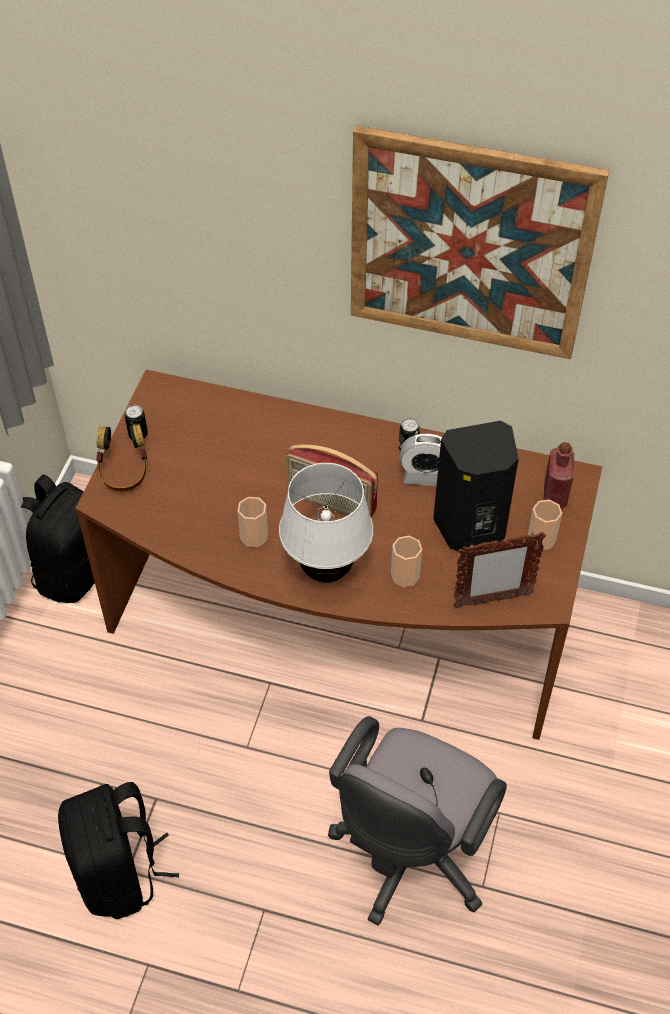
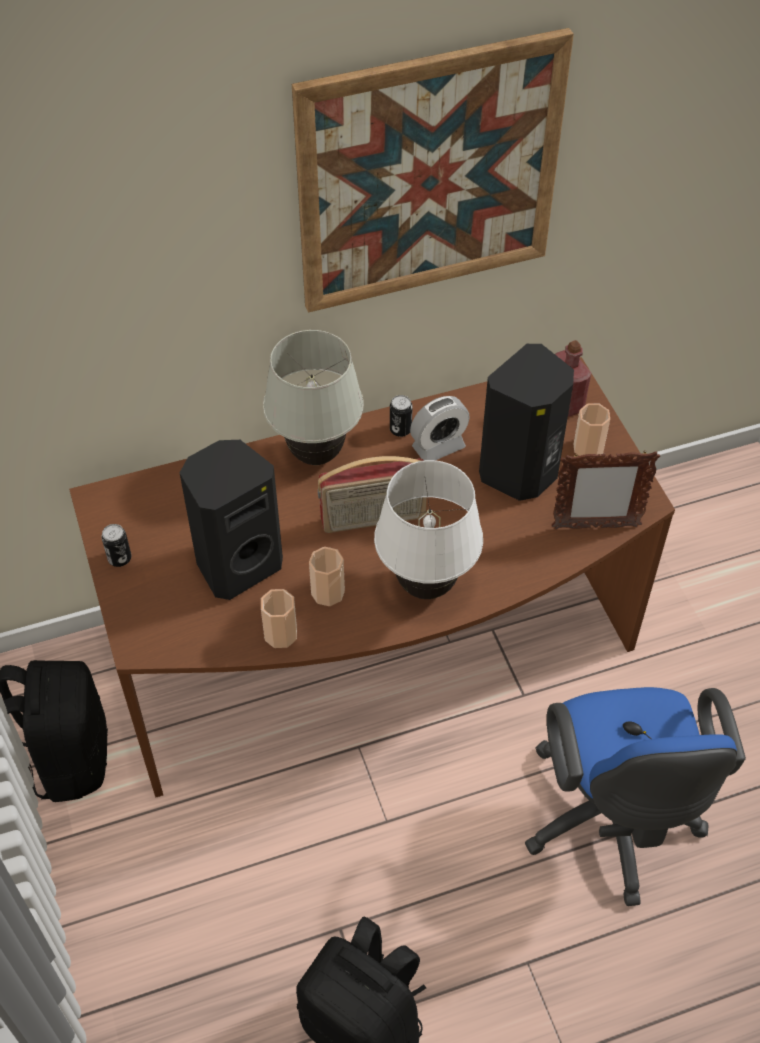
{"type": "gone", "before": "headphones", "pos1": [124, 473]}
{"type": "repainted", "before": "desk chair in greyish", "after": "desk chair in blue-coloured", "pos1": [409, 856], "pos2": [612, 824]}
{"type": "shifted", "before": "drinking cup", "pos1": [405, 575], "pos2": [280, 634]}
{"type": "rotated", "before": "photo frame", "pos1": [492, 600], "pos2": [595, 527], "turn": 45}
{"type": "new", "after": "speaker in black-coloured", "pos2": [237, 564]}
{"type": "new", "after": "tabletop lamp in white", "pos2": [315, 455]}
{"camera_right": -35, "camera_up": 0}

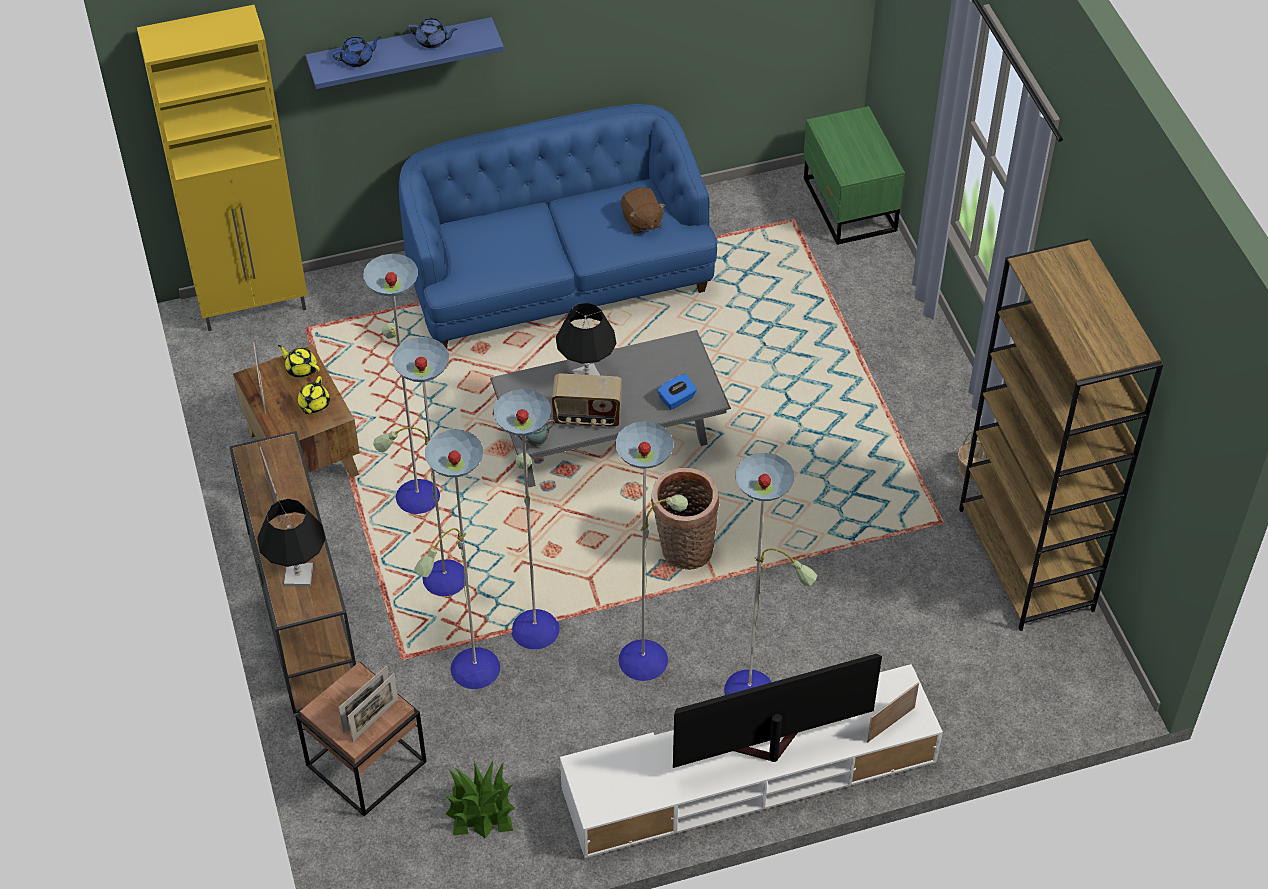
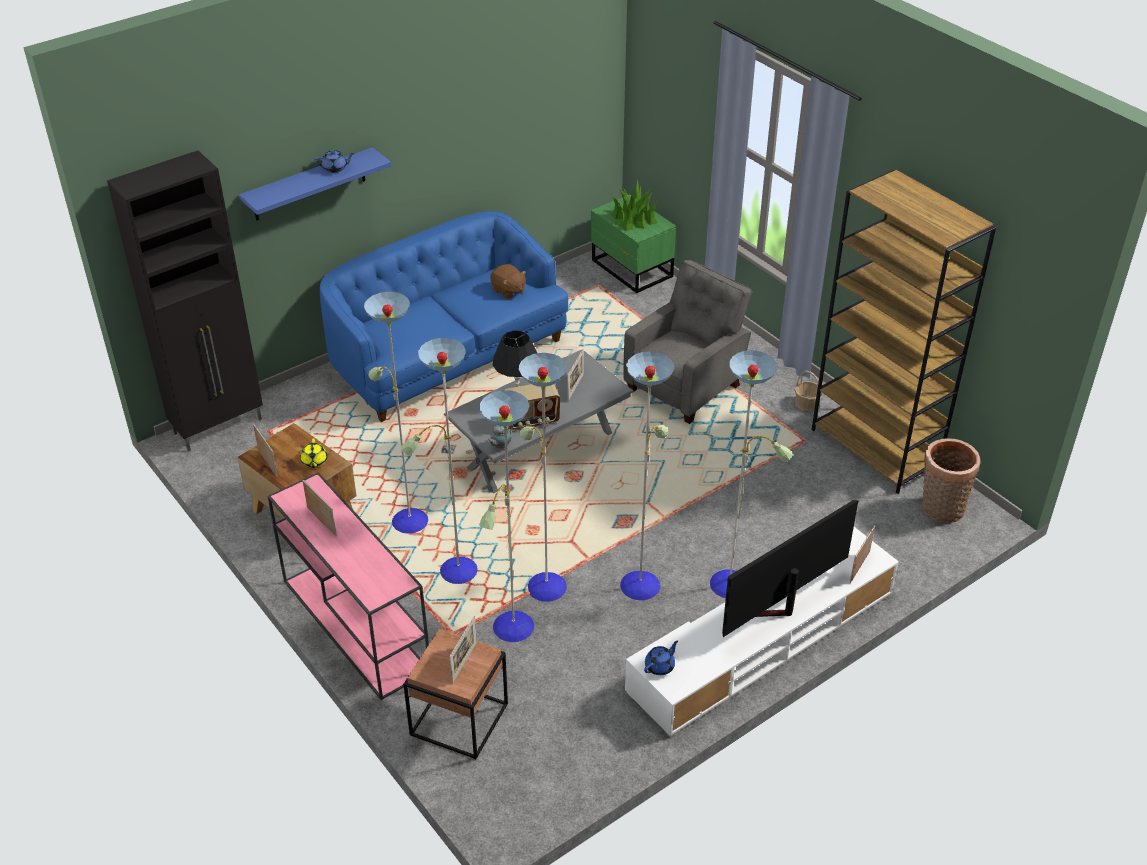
{"type": "repainted", "before": "cupboard in yellow-coloured", "after": "cupboard in black-coloured", "pos1": [255, 306], "pos2": [219, 426]}
{"type": "repainted", "before": "narrow table in brown-coloured", "after": "narrow table in pink-coloured", "pos1": [302, 611], "pos2": [354, 624]}
{"type": "gone", "before": "tabletop lamp in black-coloured", "pos1": [298, 575]}
{"type": "gone", "before": "pot for tea in yellow-coloured", "pos1": [301, 368]}
{"type": "shifted", "before": "pot for tea in blue-coloured", "pos1": [357, 59], "pos2": [660, 666]}
{"type": "shifted", "before": "photo frame", "pos1": [375, 720], "pos2": [575, 387]}
{"type": "shifted", "before": "houseplant", "pos1": [481, 809], "pos2": [633, 219]}
{"type": "shifted", "before": "basket", "pos1": [683, 549], "pos2": [940, 510]}
{"type": "gone", "before": "box of tissues in blue-coloured", "pos1": [677, 399]}
{"type": "new", "after": "armchair in greyish", "pos2": [686, 386]}
{"camera_right": -20, "camera_up": -10}

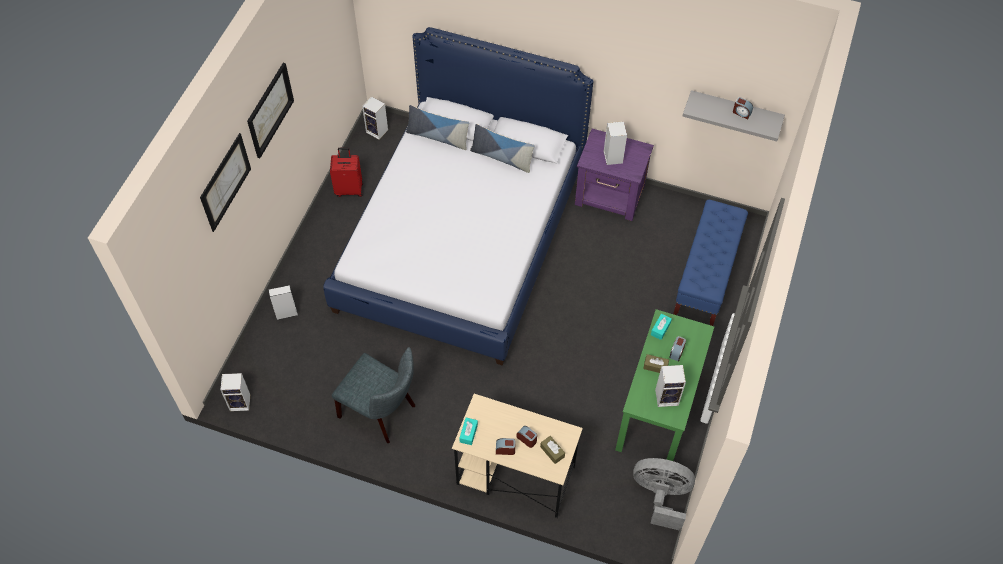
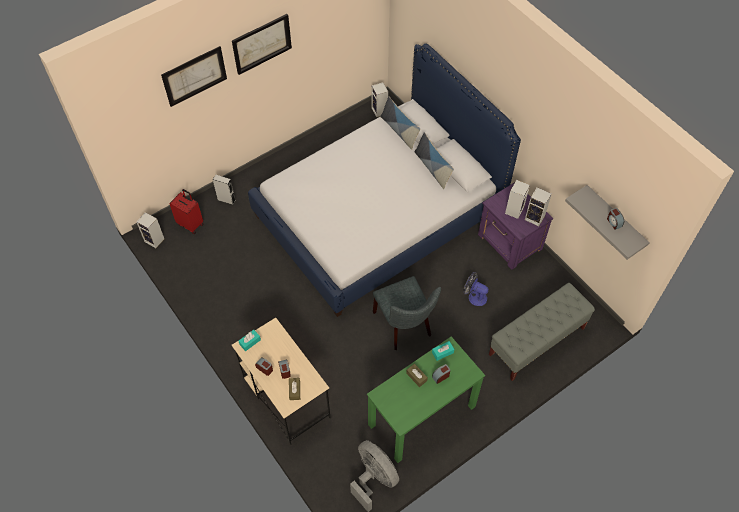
{"type": "shifted", "before": "piece of luggage in reddish", "pos1": [349, 189], "pos2": [191, 224]}
{"type": "shifted", "before": "chair in greyish", "pos1": [381, 412], "pos2": [404, 326]}
{"type": "shifted", "before": "speaker", "pos1": [667, 397], "pos2": [535, 218]}
{"type": "repainted", "before": "indoor bench in blue-coloured", "after": "indoor bench in greyish", "pos1": [706, 276], "pos2": [536, 342]}
{"type": "new", "after": "cooling fan", "pos2": [474, 296]}
{"camera_right": 35, "camera_up": 0}

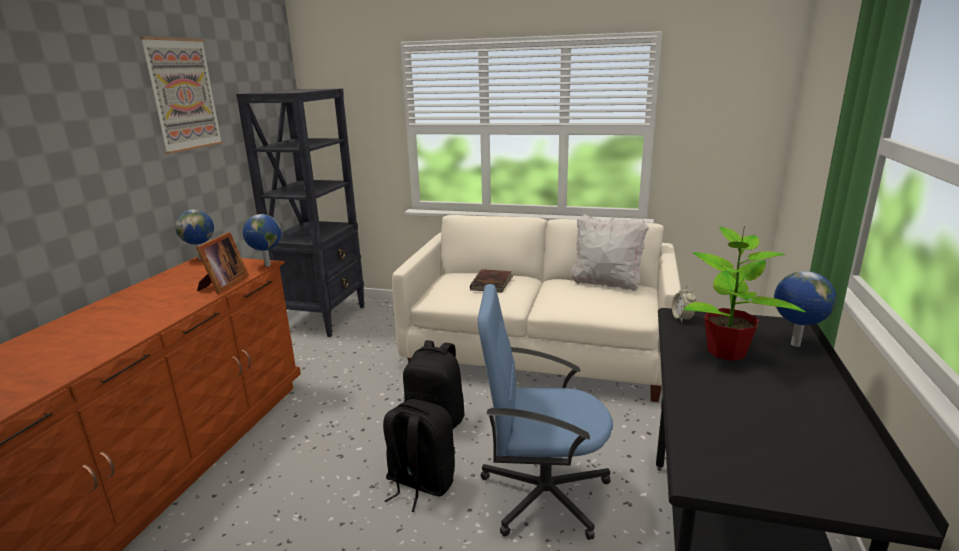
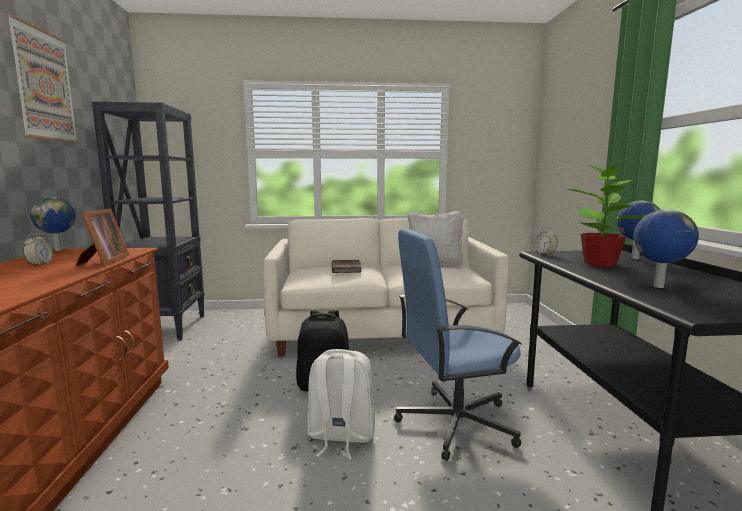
{"type": "shifted", "before": "globe", "pos1": [267, 265], "pos2": [658, 287]}
{"type": "repainted", "before": "backpack in black-coloured", "after": "backpack in white", "pos1": [419, 484], "pos2": [340, 436]}
{"type": "new", "after": "bedside clock", "pos2": [40, 264]}
{"camera_right": -20, "camera_up": -10}

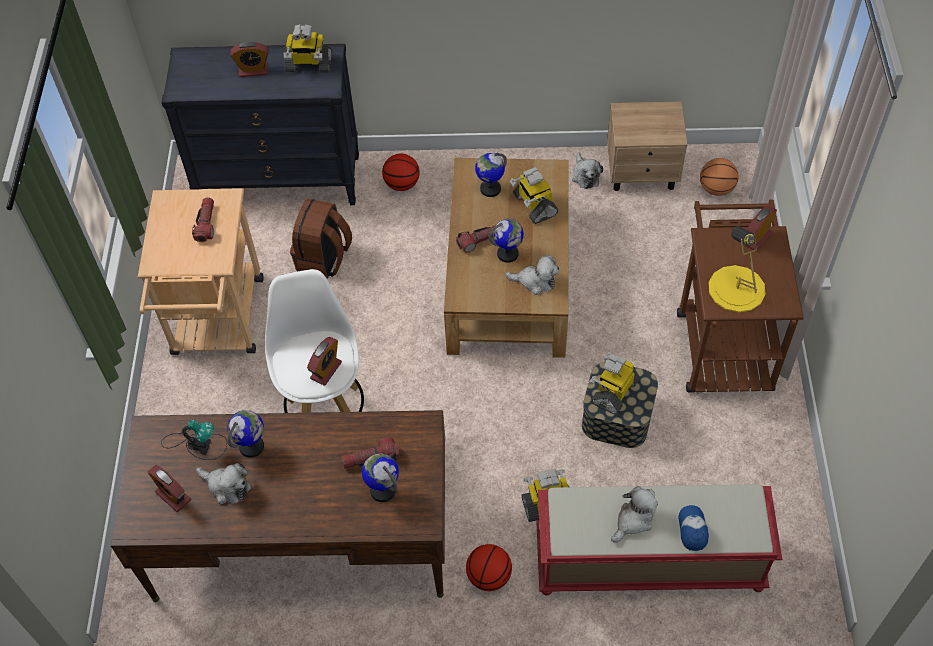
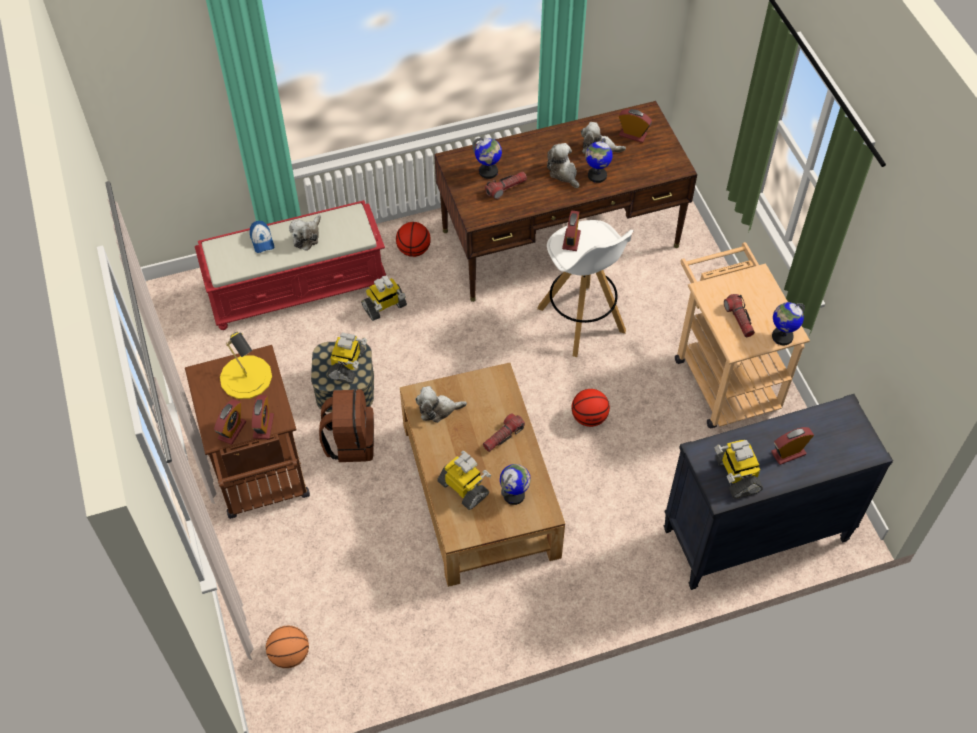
{"type": "gone", "before": "tabletop lamp", "pos1": [197, 443]}
{"type": "rotated", "before": "robot figure", "pos1": [308, 65], "pos2": [736, 475], "turn": -90}
{"type": "shifted", "before": "backpack in brown-coloured", "pos1": [324, 259], "pos2": [350, 442]}
{"type": "shifted", "before": "basketball", "pos1": [402, 184], "pos2": [589, 417]}
{"type": "shifted", "before": "globe", "pos1": [508, 254], "pos2": [782, 336]}
{"type": "shifted", "before": "cuddly toy", "pos1": [585, 176], "pos2": [563, 173]}
{"type": "gone", "before": "nightstand in beige", "pos1": [643, 172]}
{"type": "new", "after": "bedside clock", "pos2": [263, 426]}
{"camera_right": 160, "camera_up": 0}

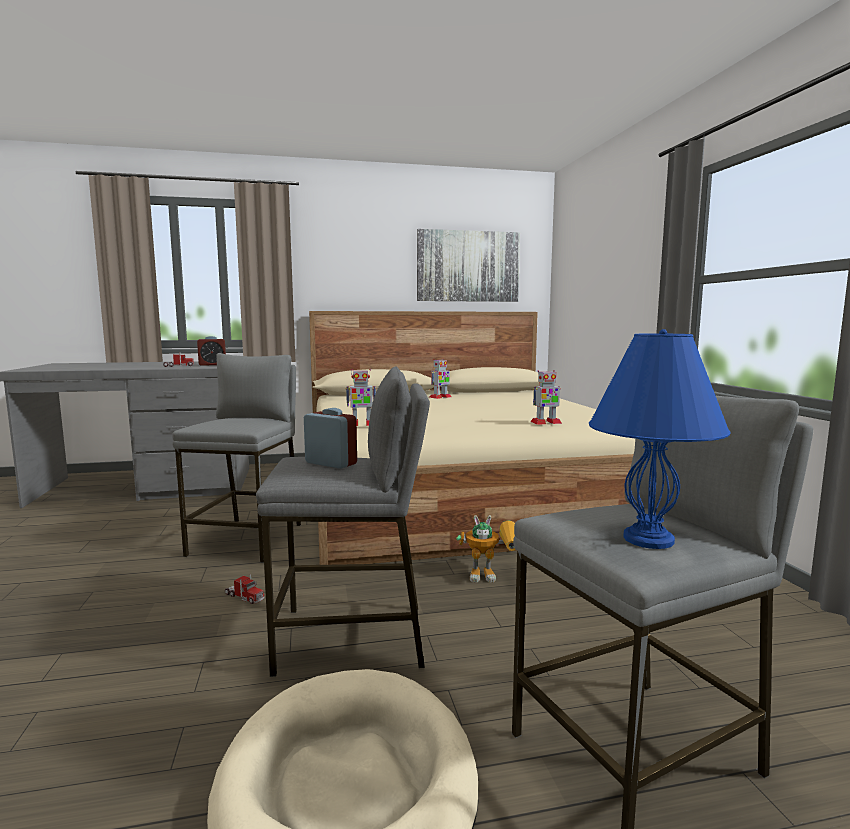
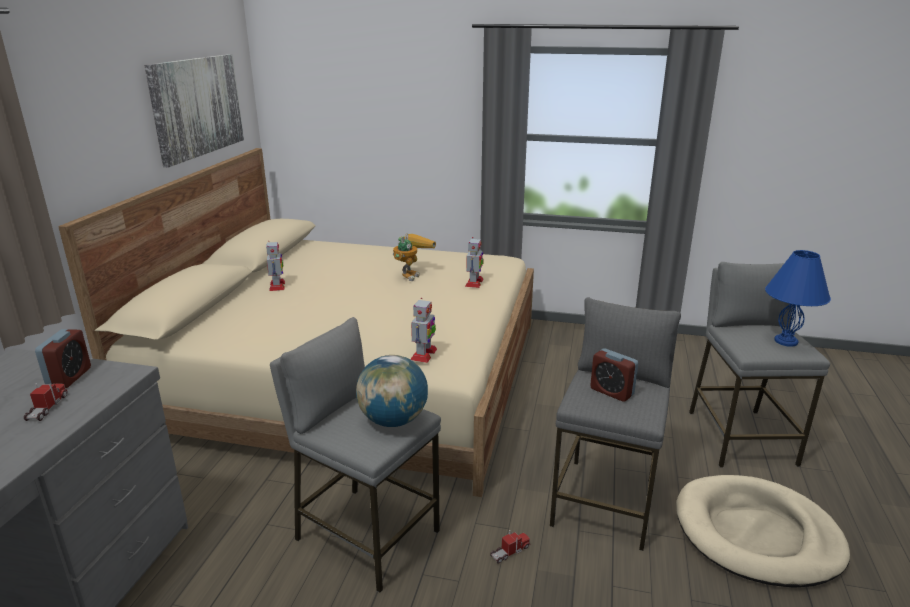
{"type": "rotated", "before": "bedside clock", "pos1": [331, 463], "pos2": [611, 392], "turn": -105}
{"type": "shifted", "before": "robot figure", "pos1": [492, 576], "pos2": [411, 274]}
{"type": "new", "after": "globe", "pos2": [393, 420]}
{"camera_right": -65, "camera_up": 15}

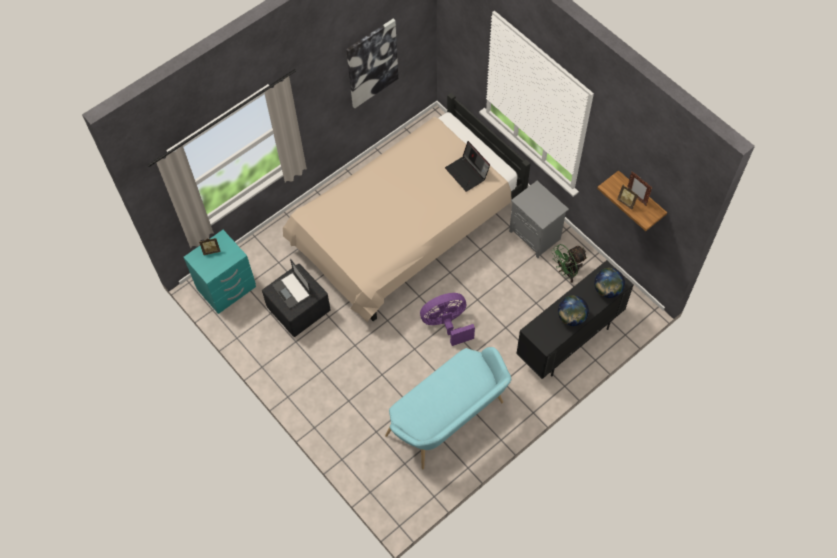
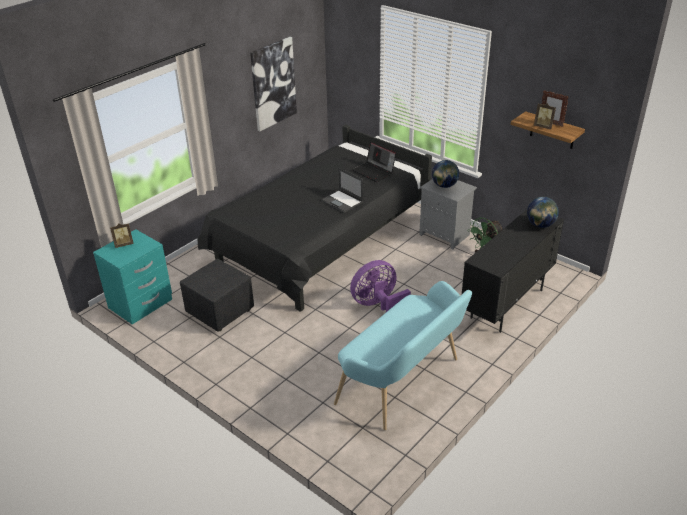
{"type": "shifted", "before": "portable computer", "pos1": [292, 290], "pos2": [342, 201]}
{"type": "repainted", "before": "sleeping bed in beige", "after": "sleeping bed in black-coloured", "pos1": [407, 229], "pos2": [320, 243]}
{"type": "shifted", "before": "globe", "pos1": [571, 317], "pos2": [444, 186]}
{"camera_right": -10, "camera_up": -25}

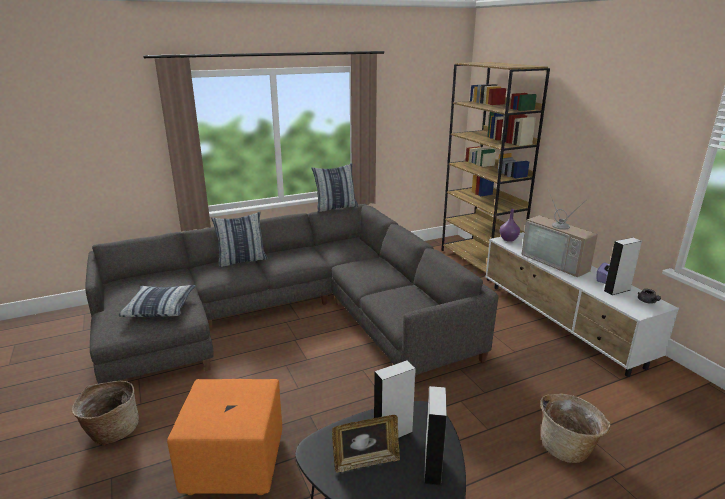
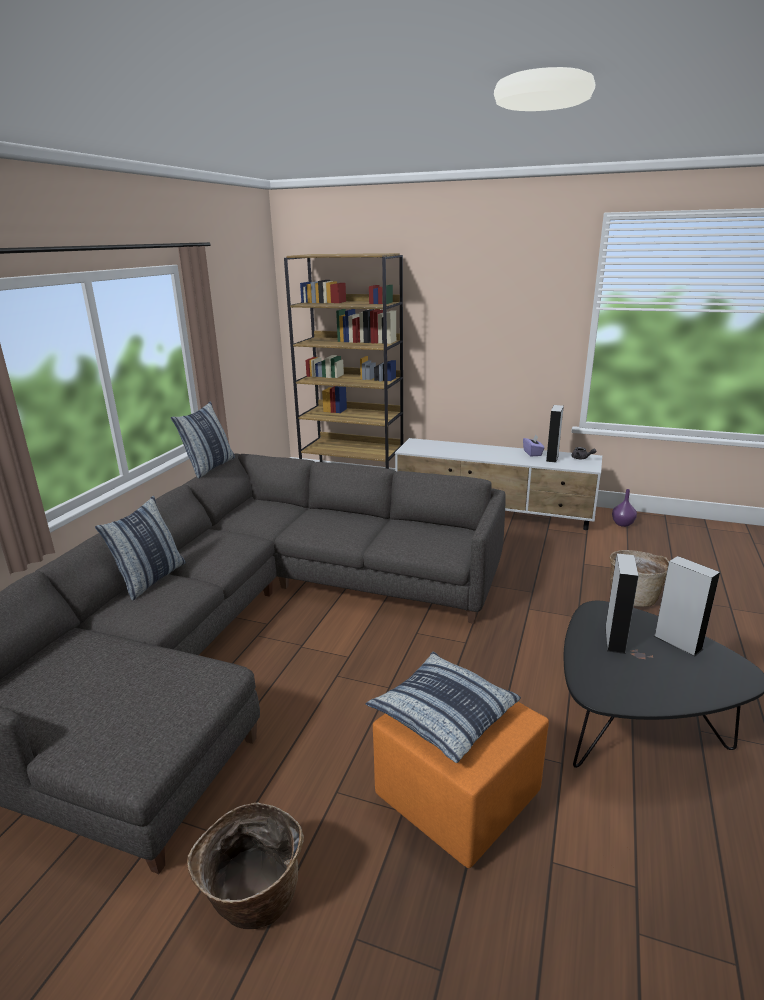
{"type": "shifted", "before": "throw pillow", "pos1": [160, 307], "pos2": [443, 714]}
{"type": "gone", "before": "photo frame", "pos1": [366, 461]}
{"type": "shifted", "before": "flower vase in purple-coloured", "pos1": [508, 239], "pos2": [623, 524]}
{"type": "gone", "before": "TV", "pos1": [557, 262]}
{"camera_right": -45, "camera_up": 0}

